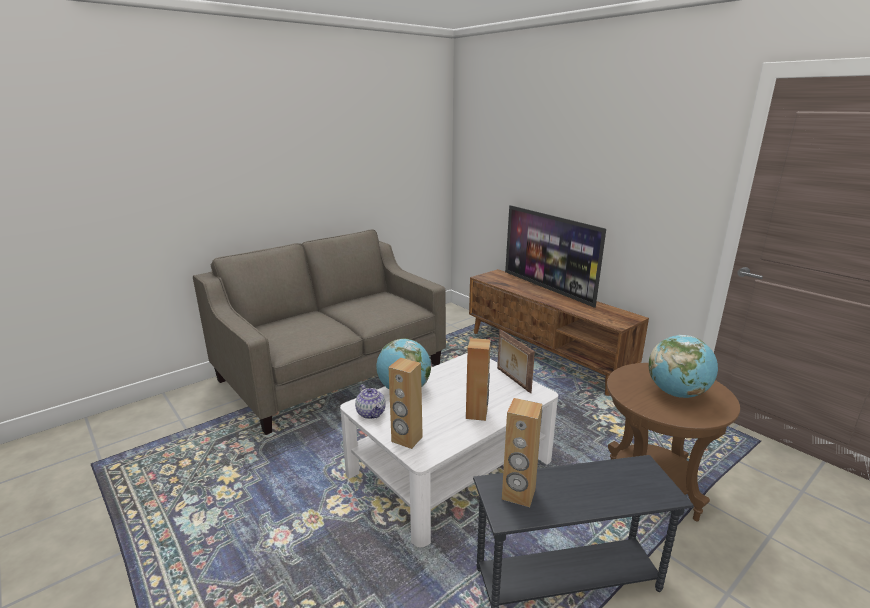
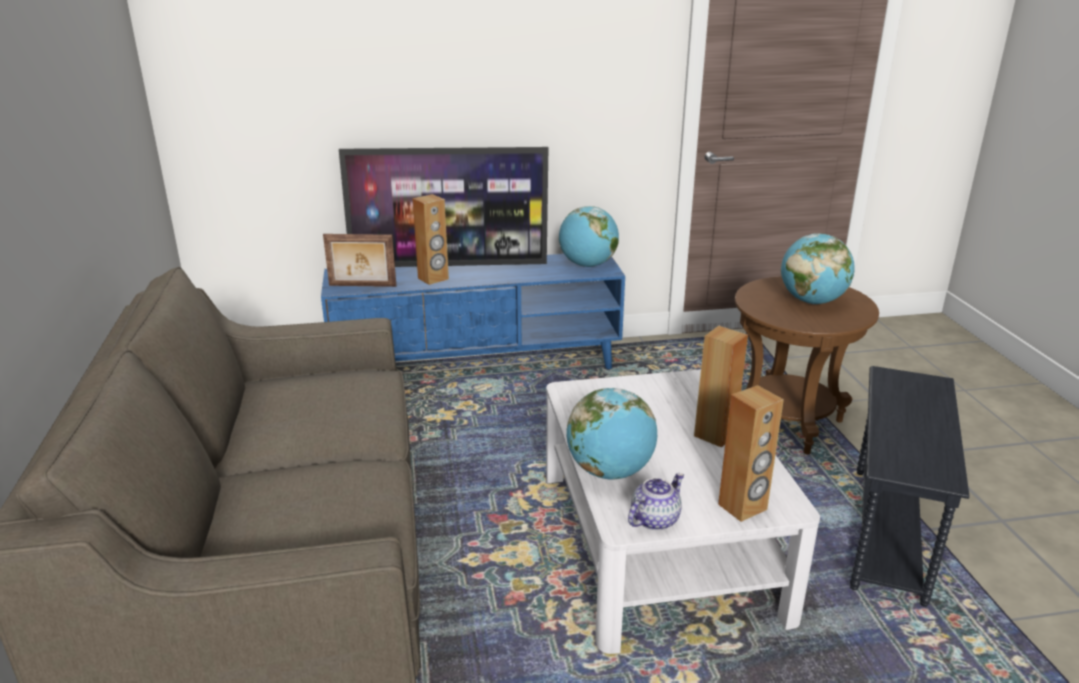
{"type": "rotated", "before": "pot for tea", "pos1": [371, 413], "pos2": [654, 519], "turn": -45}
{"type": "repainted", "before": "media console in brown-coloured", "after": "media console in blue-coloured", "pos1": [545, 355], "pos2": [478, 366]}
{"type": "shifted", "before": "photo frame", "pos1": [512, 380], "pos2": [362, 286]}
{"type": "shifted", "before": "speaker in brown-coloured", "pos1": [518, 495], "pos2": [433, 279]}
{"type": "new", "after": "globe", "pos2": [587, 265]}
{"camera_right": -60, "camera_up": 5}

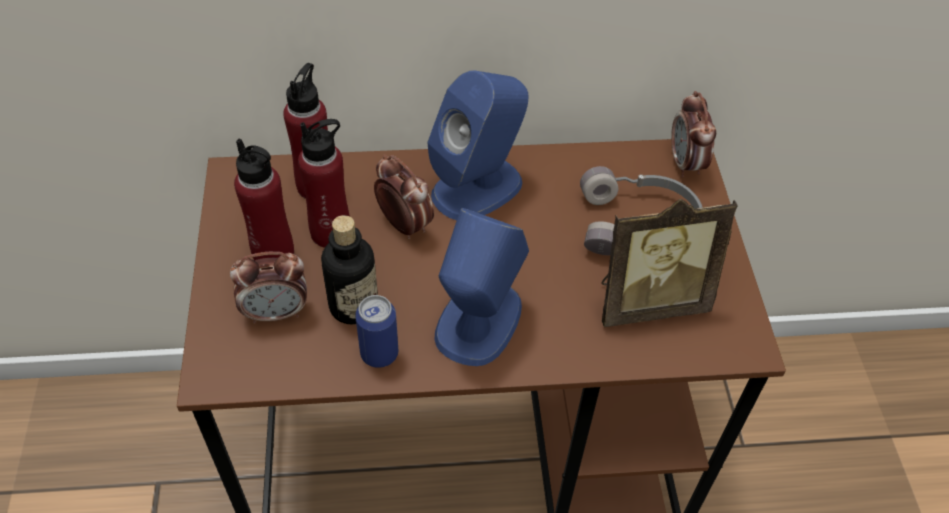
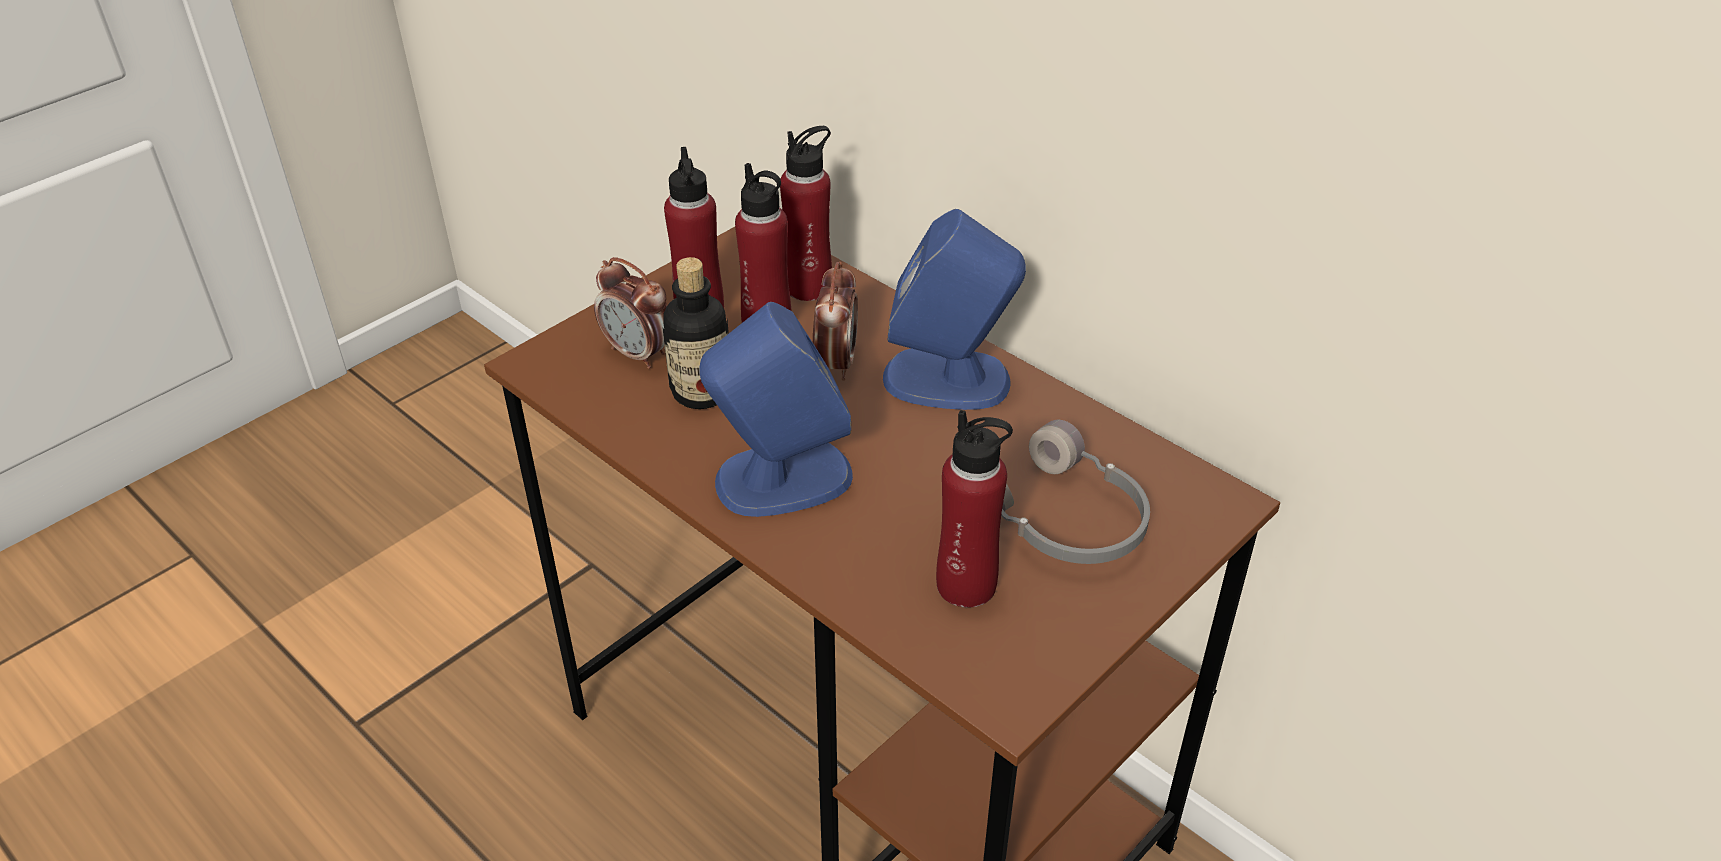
{"type": "gone", "before": "metal can", "pos1": [379, 354]}
{"type": "swapped", "before": "photo frame", "after": "beverage bottle in reddish", "pos1": [648, 301], "pos2": [966, 585]}
{"type": "gone", "before": "bedside clock", "pos1": [685, 164]}
{"camera_right": 50, "camera_up": -10}

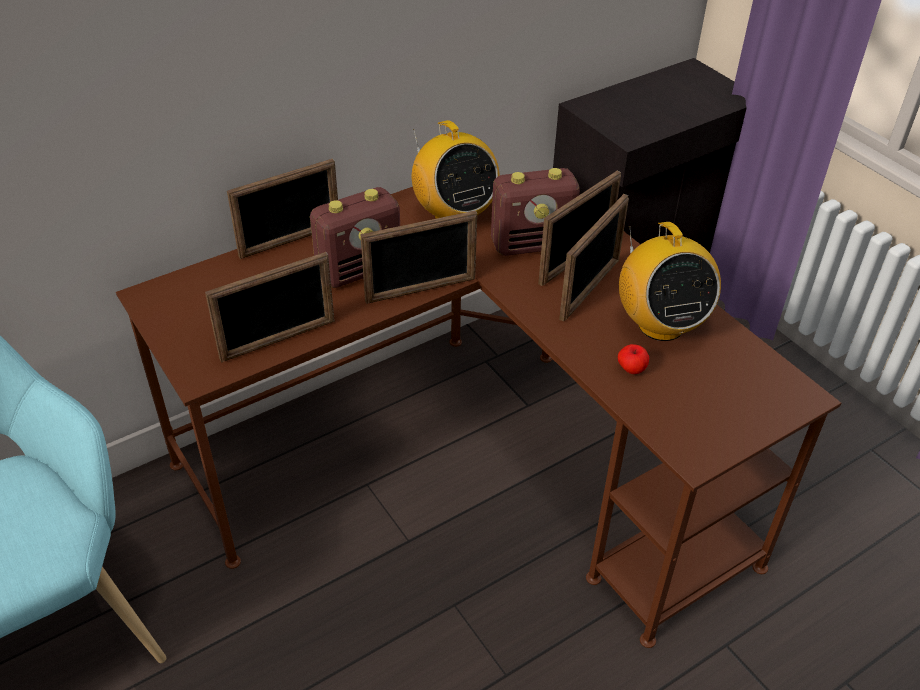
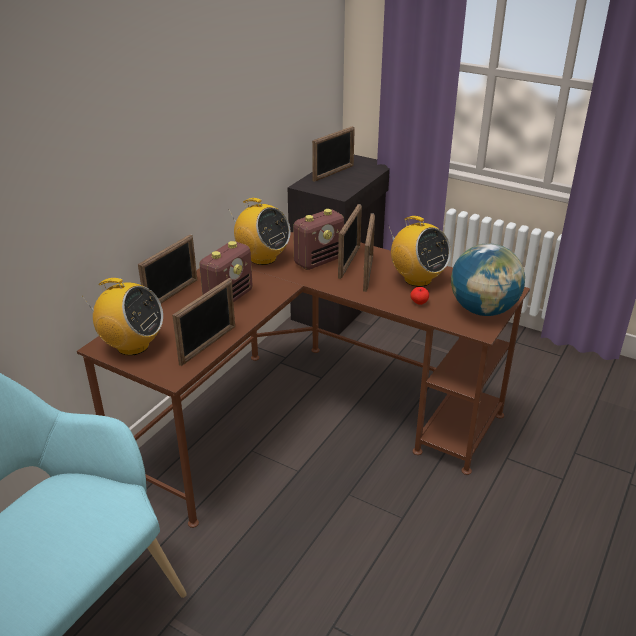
{"type": "shifted", "before": "photo frame", "pos1": [421, 290], "pos2": [333, 173]}
{"type": "new", "after": "radio receiver", "pos2": [132, 346]}
{"type": "new", "after": "globe", "pos2": [483, 310]}
{"camera_right": -25, "camera_up": -10}

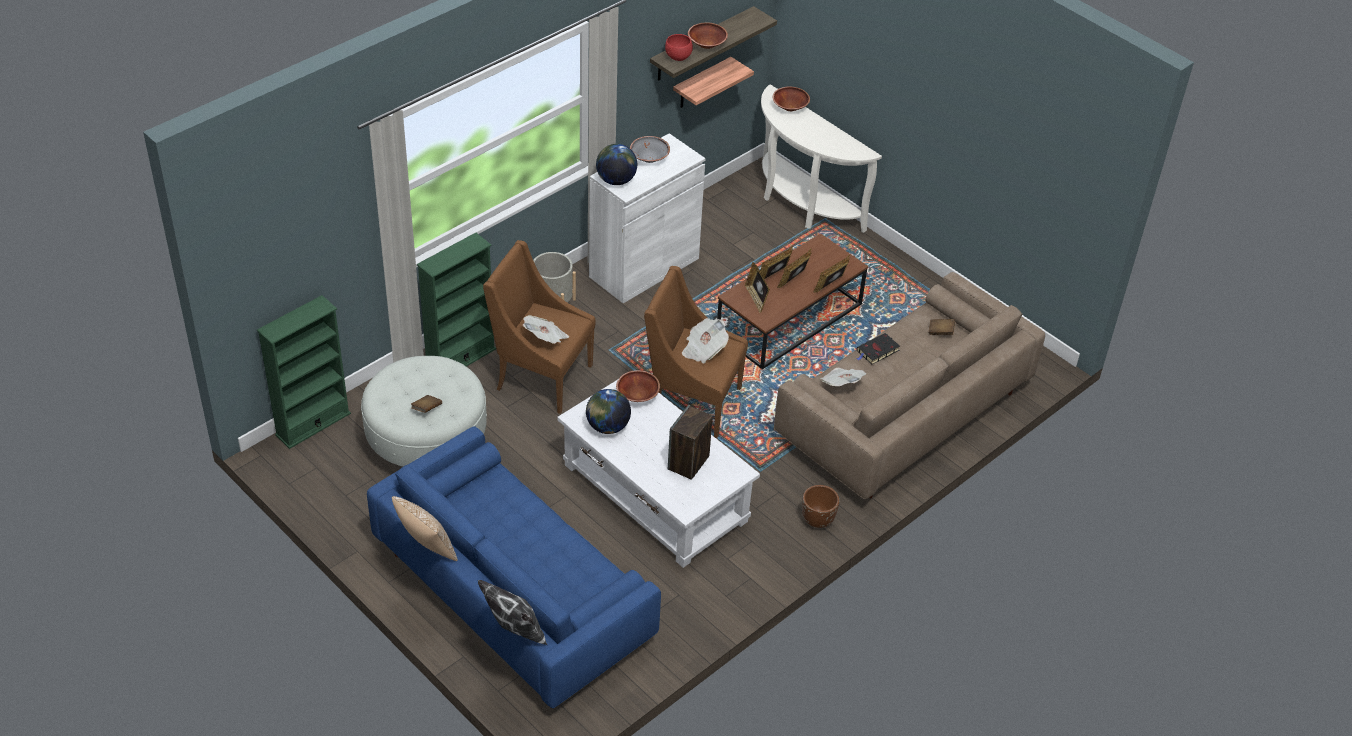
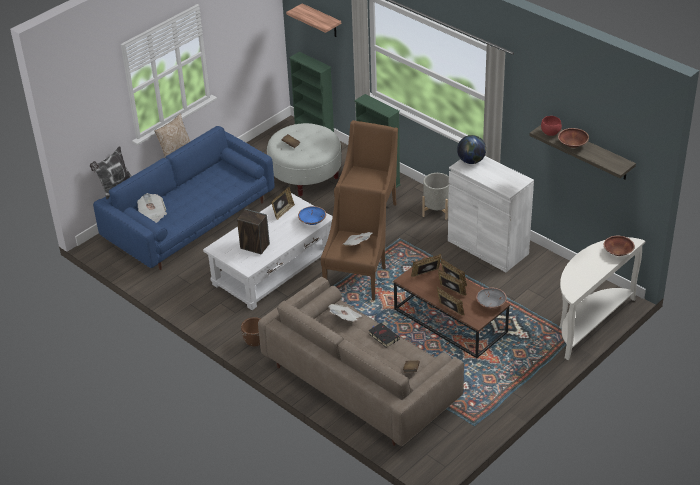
{"type": "shifted", "before": "newspaper", "pos1": [546, 338], "pos2": [153, 214]}
{"type": "swapped", "before": "globe", "after": "photo frame", "pos1": [607, 426], "pos2": [283, 212]}
{"type": "repainted", "before": "serving bowl in brown-coloured", "after": "serving bowl in blue-coloured", "pos1": [638, 395], "pos2": [312, 221]}
{"type": "shifted", "before": "serving bowl in greyish", "pos1": [649, 158], "pos2": [491, 304]}
{"type": "shifted", "before": "shelf", "pos1": [701, 84], "pos2": [322, 21]}
{"camera_right": 90, "camera_up": -5}

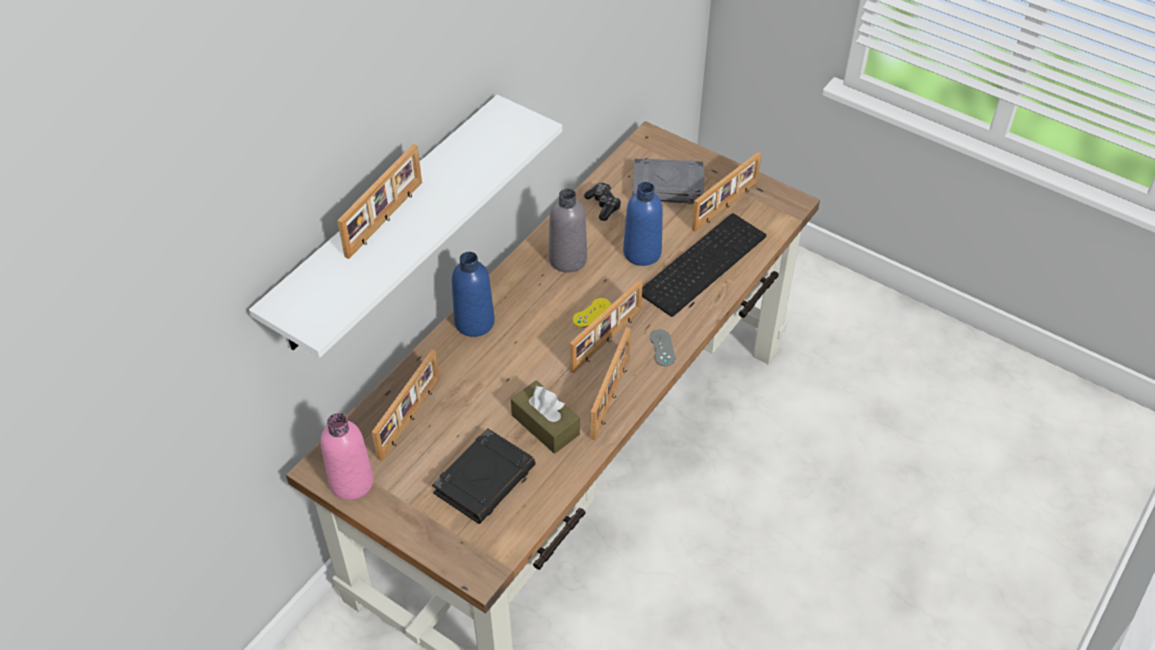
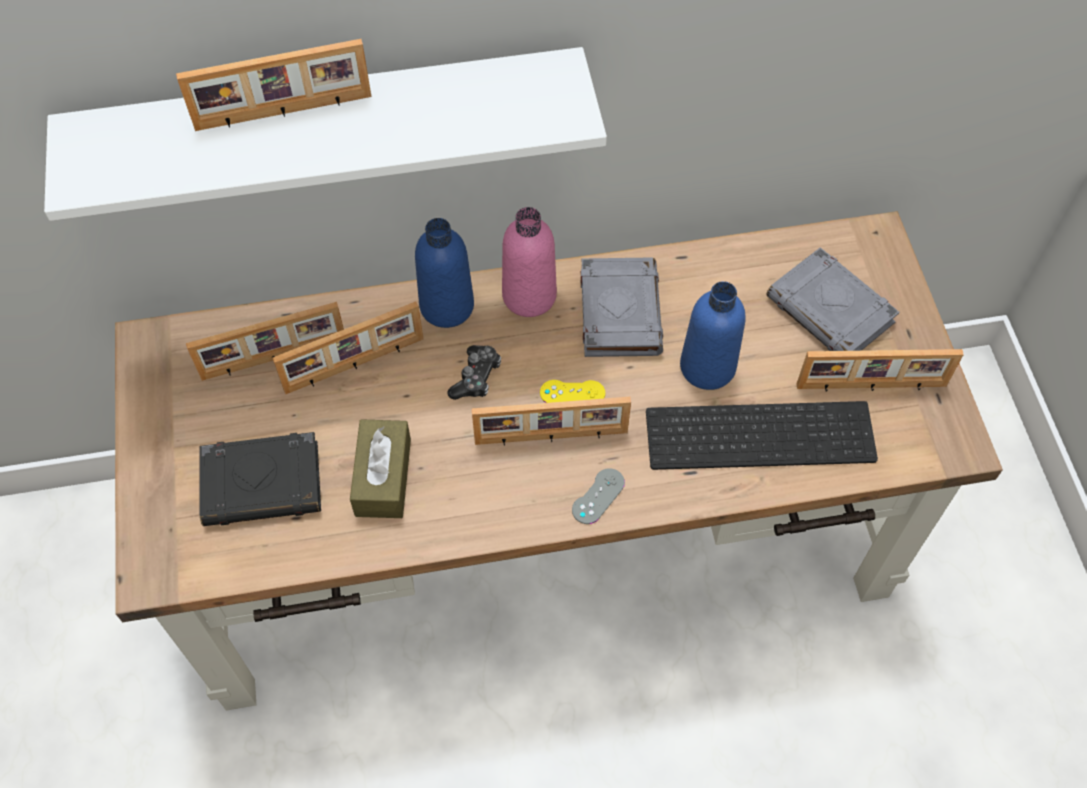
{"type": "shifted", "before": "beverage bottle in pink-coloured", "pos1": [351, 482], "pos2": [529, 296]}
{"type": "swapped", "before": "beverage bottle in greyish", "after": "volume in greyish", "pos1": [568, 259], "pos2": [619, 311]}
{"type": "shifted", "before": "game controller", "pos1": [603, 205], "pos2": [476, 378]}
{"type": "shifted", "before": "photo frame", "pos1": [612, 397], "pos2": [355, 366]}
{"camera_right": 45, "camera_up": 10}

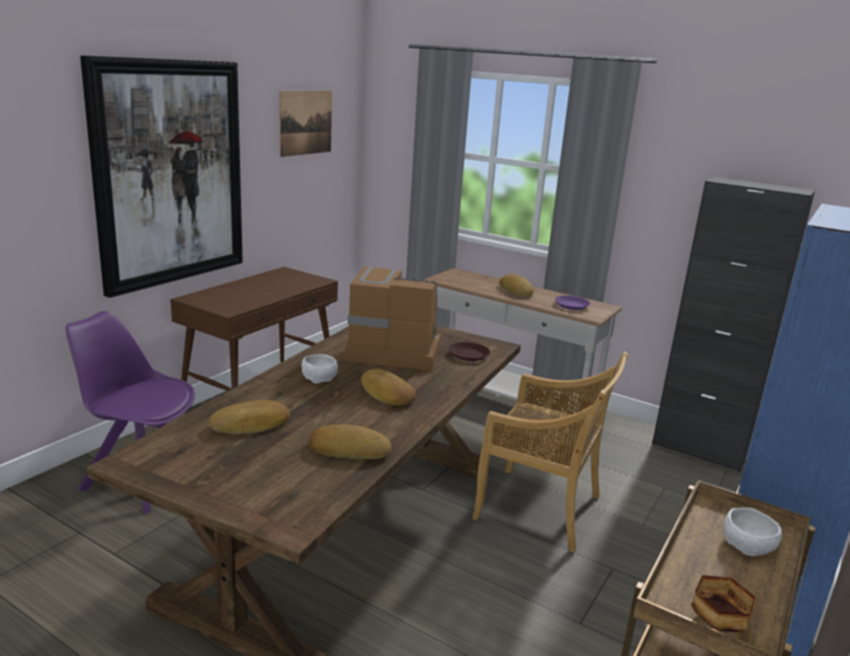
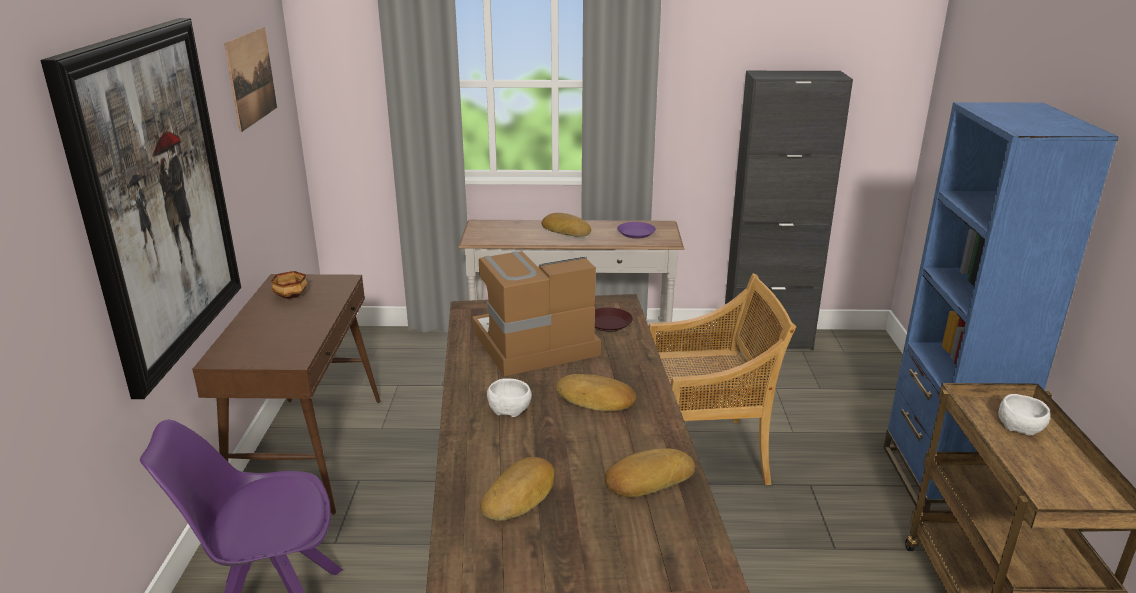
{"type": "shifted", "before": "serving bowl", "pos1": [716, 621], "pos2": [291, 296]}
{"camera_right": -30, "camera_up": 5}

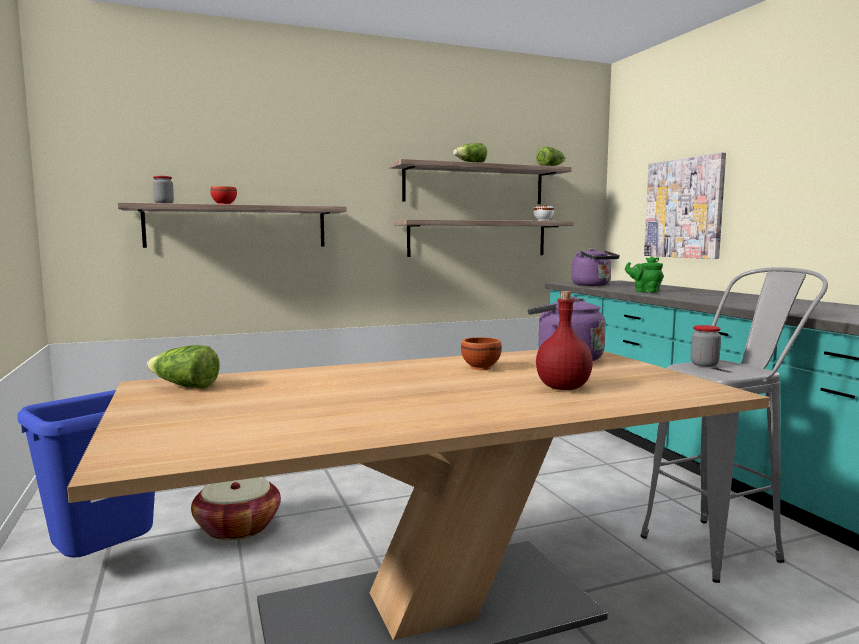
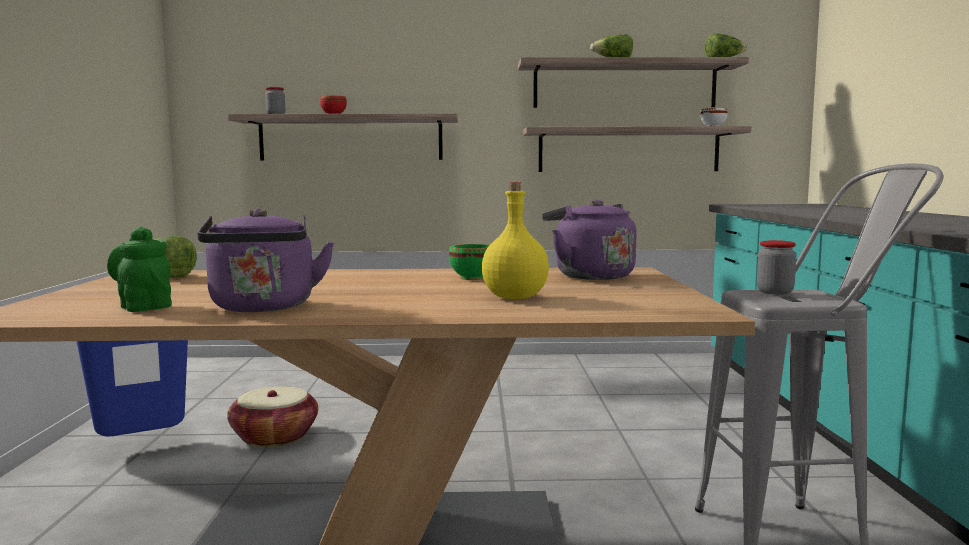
{"type": "repainted", "before": "serving bowl in brown-coloured", "after": "serving bowl in greenish", "pos1": [479, 368], "pos2": [471, 278]}
{"type": "repainted", "before": "beverage bottle in reddish", "after": "beverage bottle in yellow-coloured", "pos1": [562, 388], "pos2": [514, 297]}
{"type": "shifted", "before": "tea kettle in purple-coloured", "pos1": [593, 285], "pos2": [263, 308]}
{"type": "shifted", "before": "pot for tea in greenish", "pos1": [645, 291], "pos2": [144, 307]}
{"type": "gone", "before": "wall art", "pos1": [684, 208]}
{"camera_right": 20, "camera_up": 0}

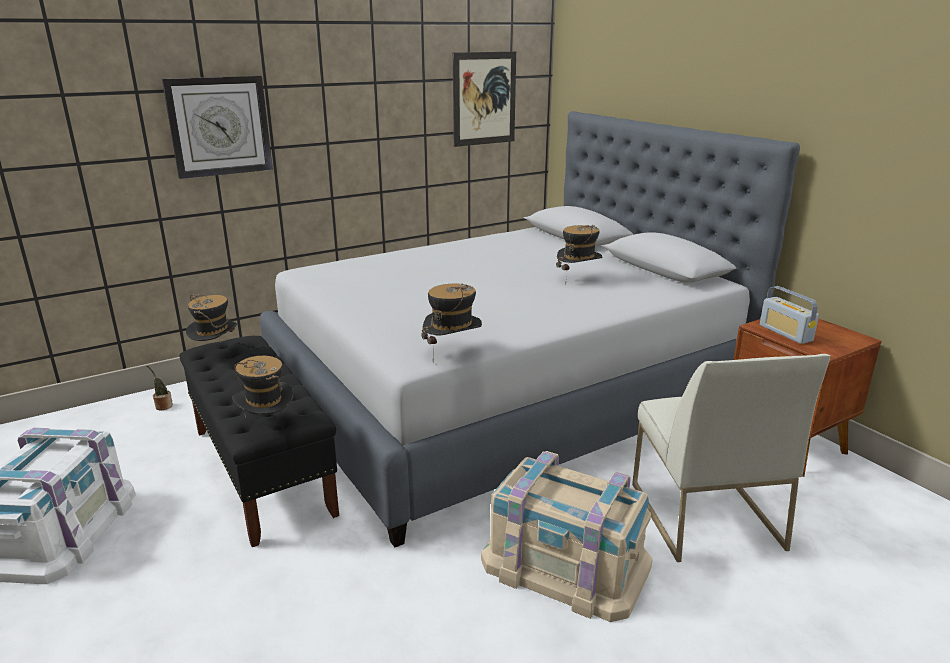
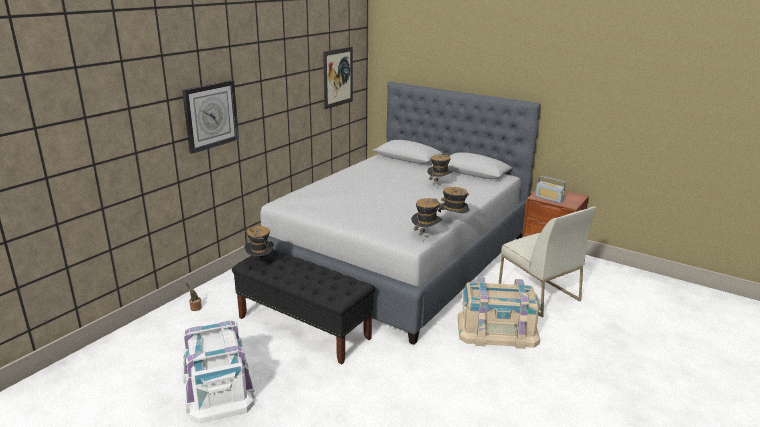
{"type": "shifted", "before": "hat", "pos1": [267, 426], "pos2": [452, 222]}
{"camera_right": -25, "camera_up": 0}

